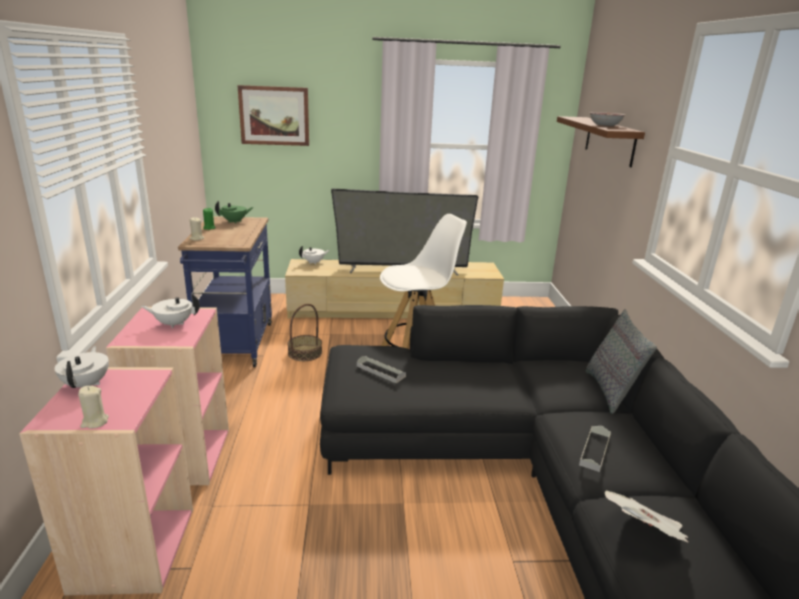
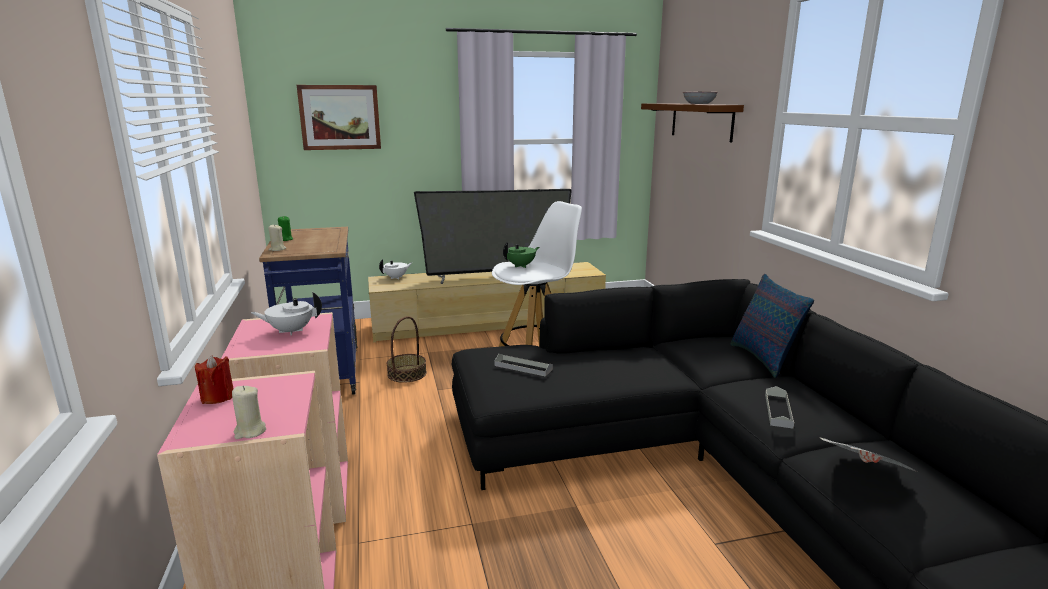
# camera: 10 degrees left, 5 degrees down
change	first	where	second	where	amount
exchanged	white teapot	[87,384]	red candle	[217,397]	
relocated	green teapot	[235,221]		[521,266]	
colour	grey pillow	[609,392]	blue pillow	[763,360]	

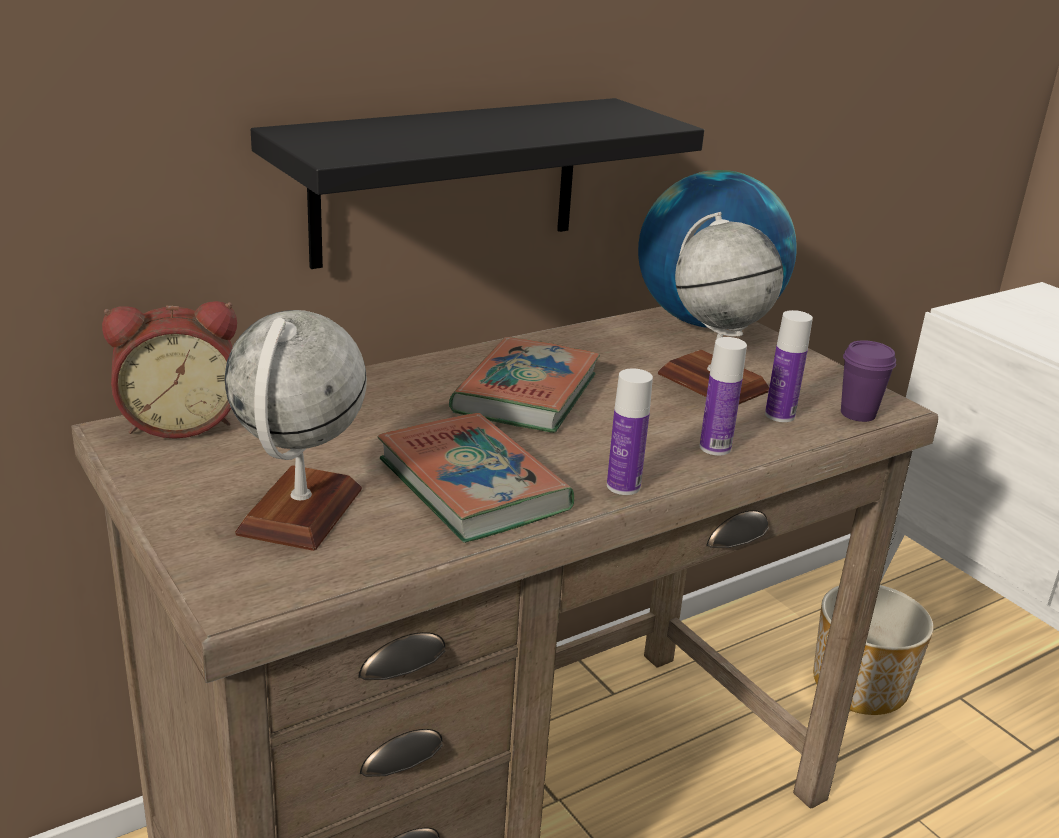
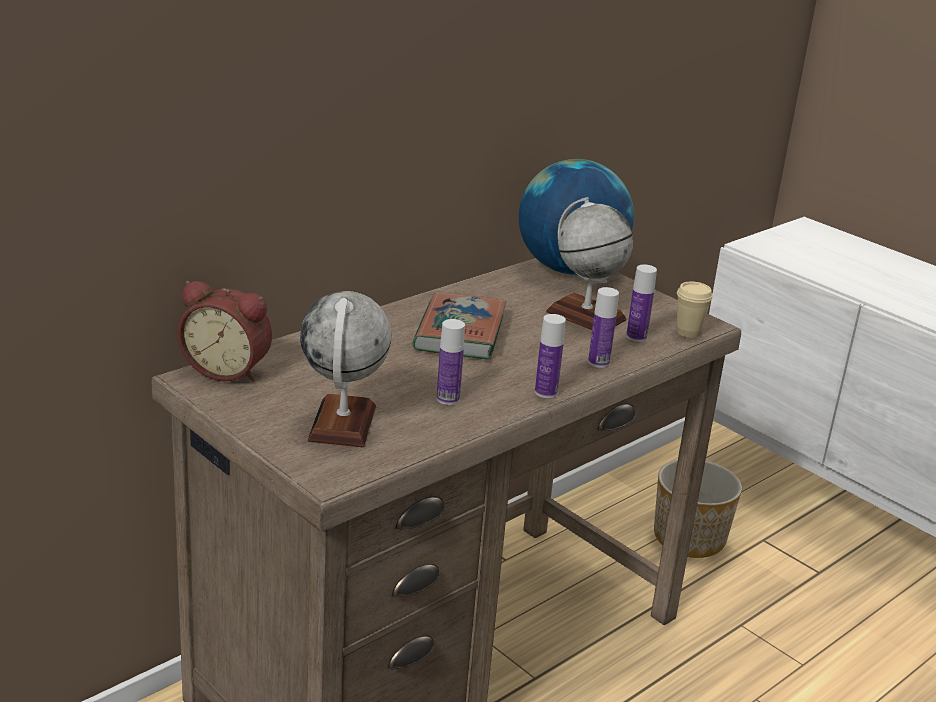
# camera: 10 degrees left, 0 degrees up
change	first	where	second	where	amount
spun	alarm clock	[179,422]		[228,369]	45 degrees clockwise
exchanged	book	[473,486]	bottle	[448,399]	
colour	purple cup	[857,414]	beige cup	[688,332]	
missing	black shelf	[447,181]			

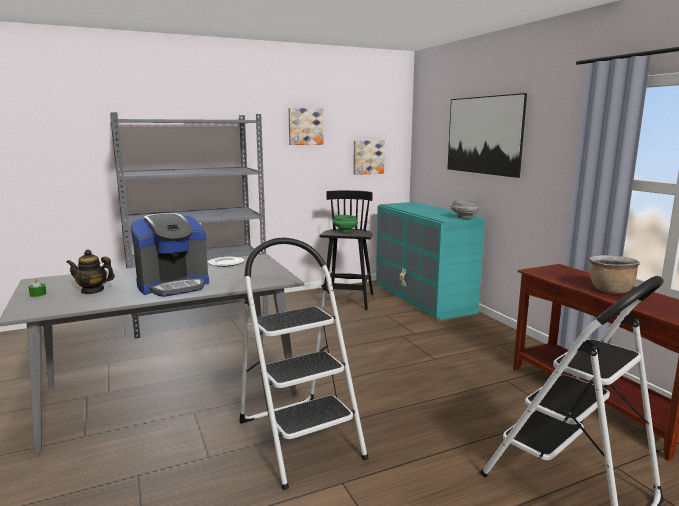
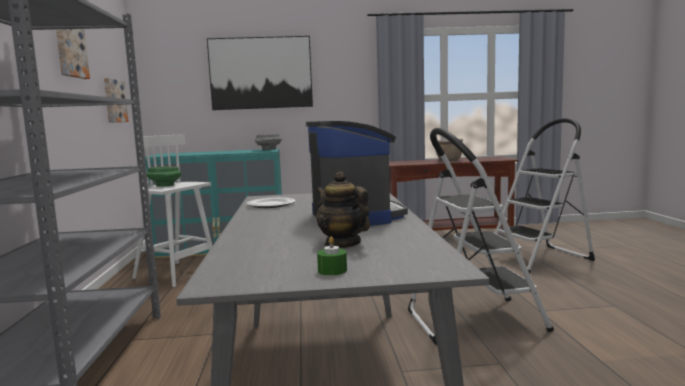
# camera: 70 degrees left, 5 degrees down
change	first	where	second	where	amount
colour	black stool	[348,301]	white stool	[178,274]	
spun	teapot	[92,290]		[342,244]	120 degrees clockwise

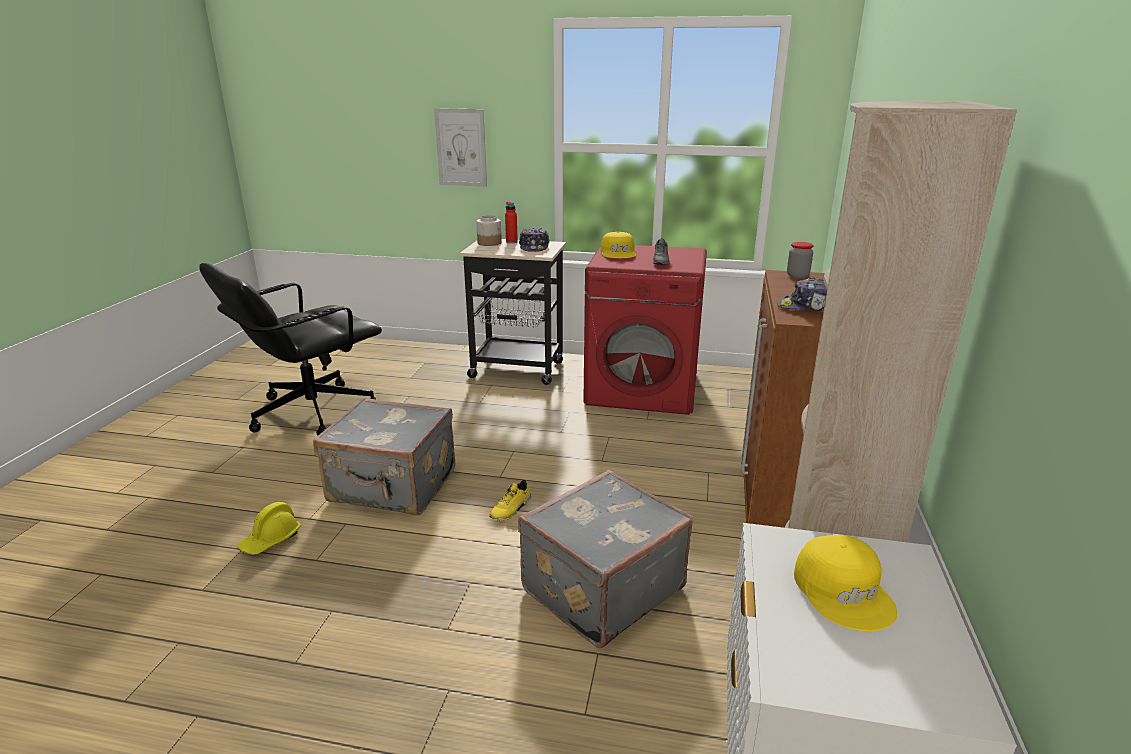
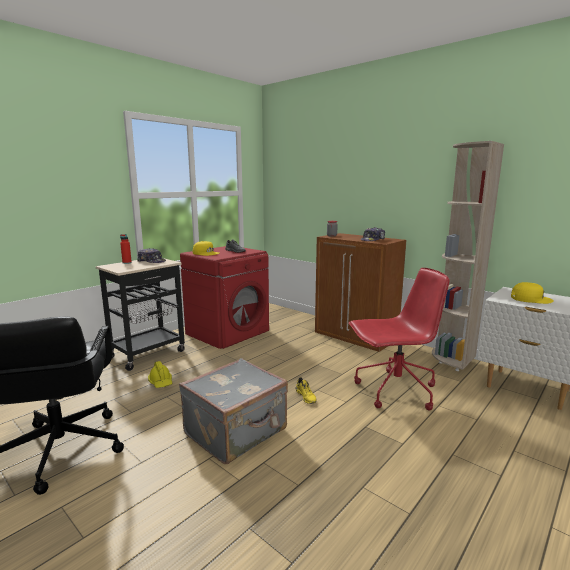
# camera: 60 degrees left, 10 degrees down
change	first	where	second	where	amount
relocated	yellow hard hat	[271,540]		[161,382]	
exchanged	grey suitcase	[600,588]	red office chair	[392,391]	
missing	picture	[461,148]			
missing	jar	[489,243]			

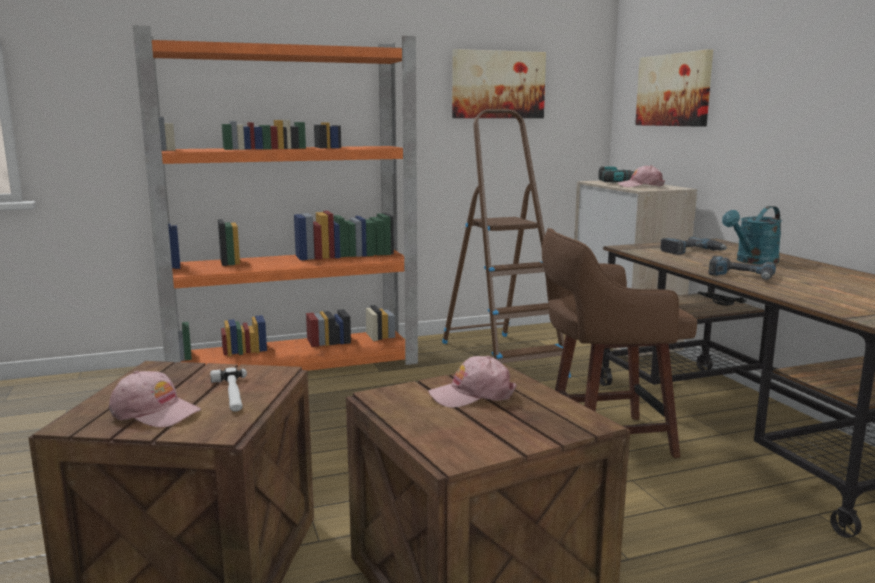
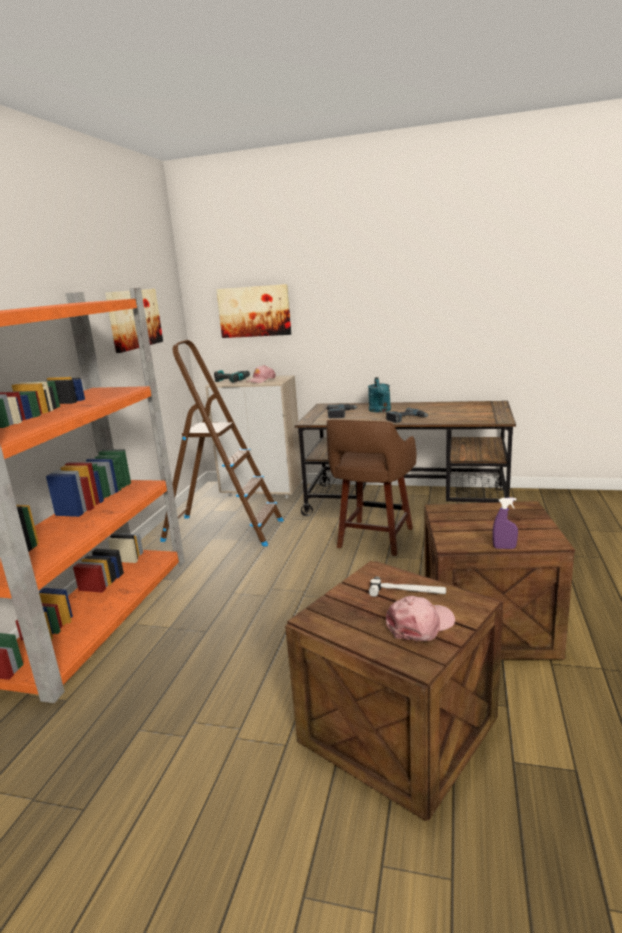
# camera: 55 degrees left, 5 degrees up
change	first	where	second	where	amount
appeared			purple spray bottle	[504,548]	
missing	pink cap	[472,395]			

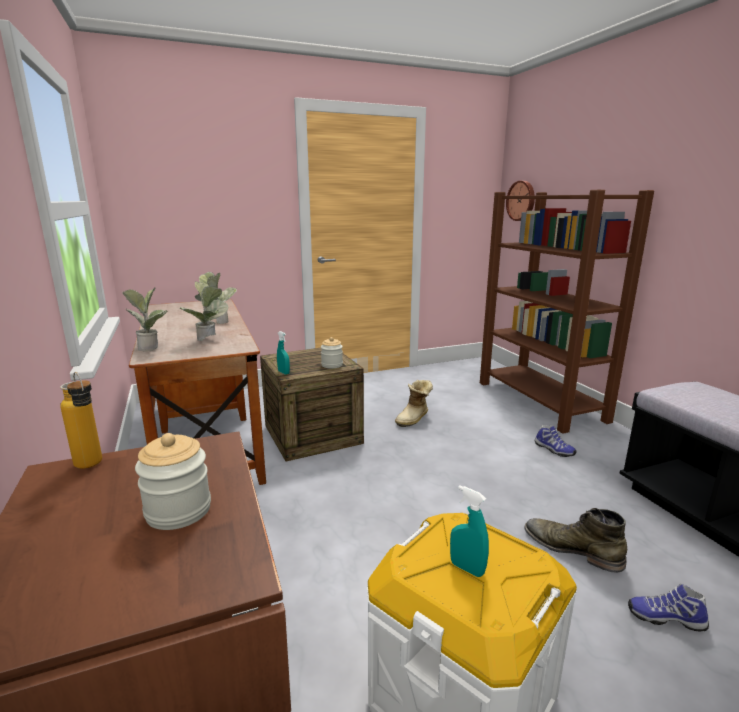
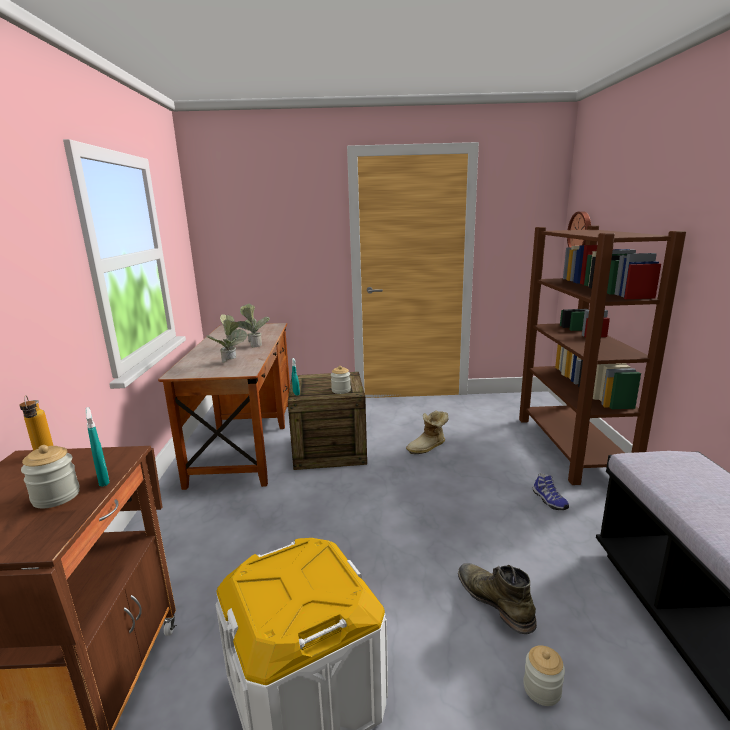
# camera: 20 degrees right, 0 degrees up
change	first	where	second	where	amount
relocated	turquoise spray bottle	[467,568]		[103,480]	
exchanged	shoe	[665,617]	jar	[542,689]	
missing	potted plant	[152,347]			

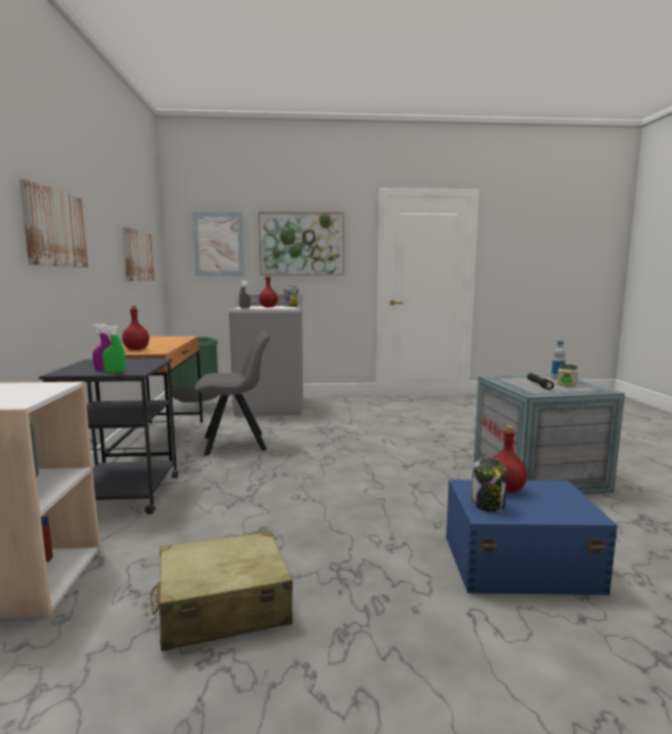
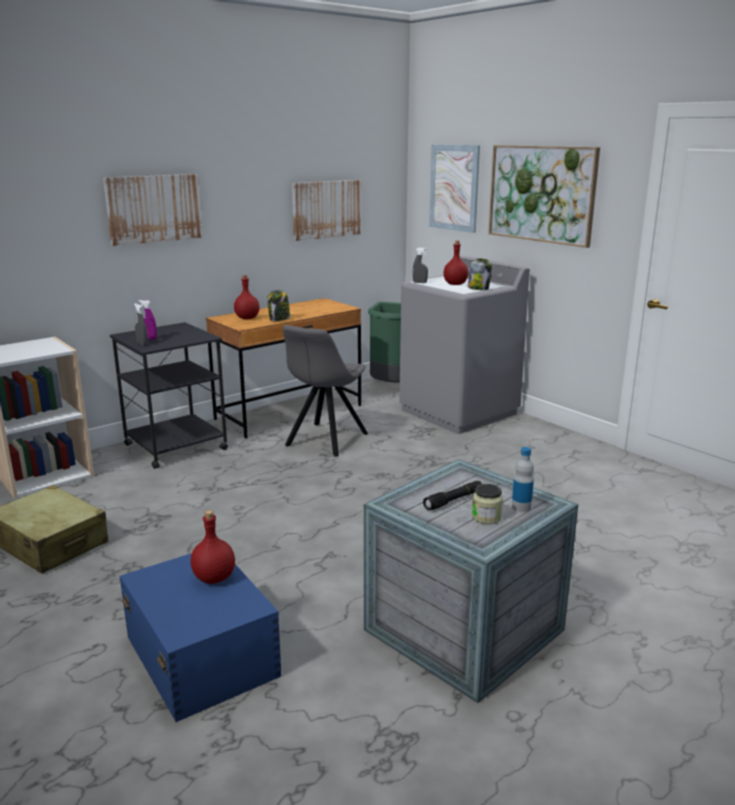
# camera: 55 degrees right, 10 degrees up
change	first	where	second	where	amount
colour	green spray bottle	[115,372]	grey spray bottle	[142,343]	
relocated	jar	[488,504]		[279,319]	
spun	grey chair	[235,444]		[326,439]	75 degrees clockwise

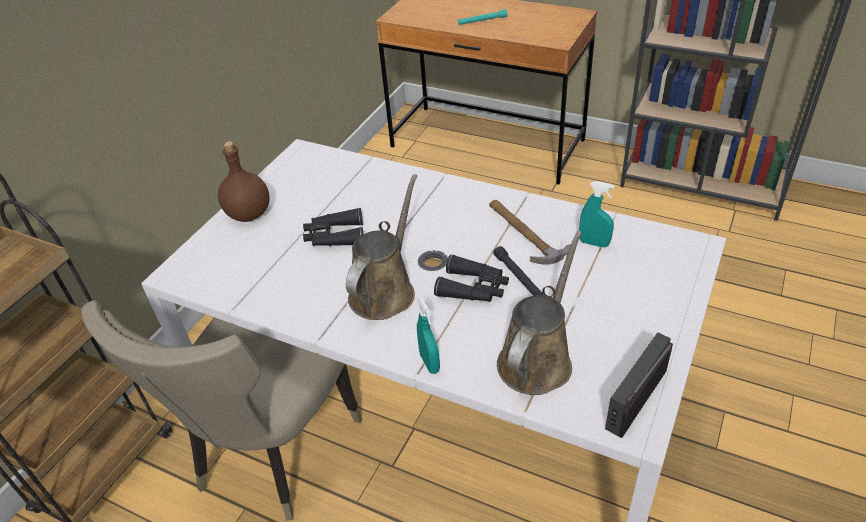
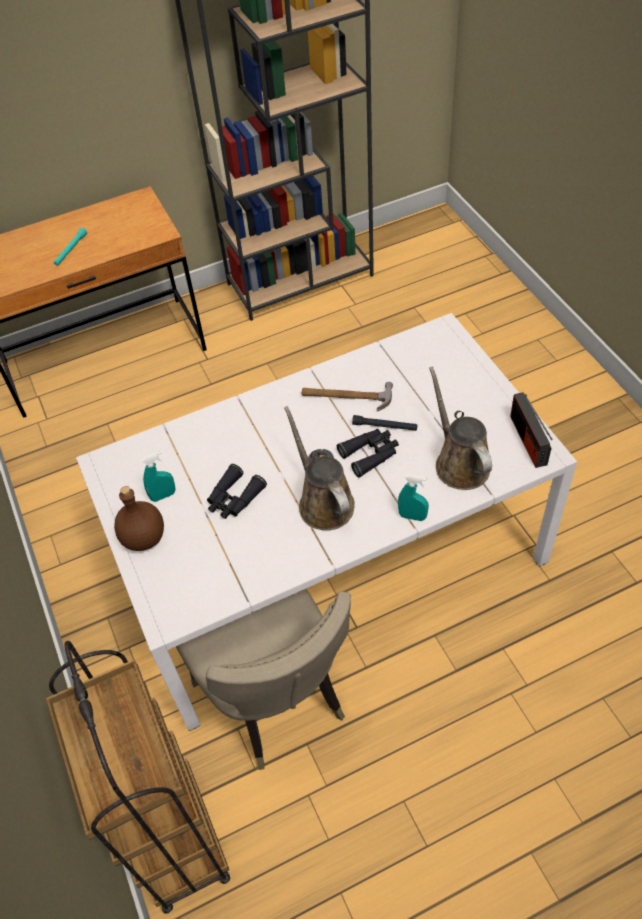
# camera: 50 degrees left, 10 degrees up
change	first	where	second	where	amount
relocated	turquoise spray bottle	[594,243]		[163,496]	

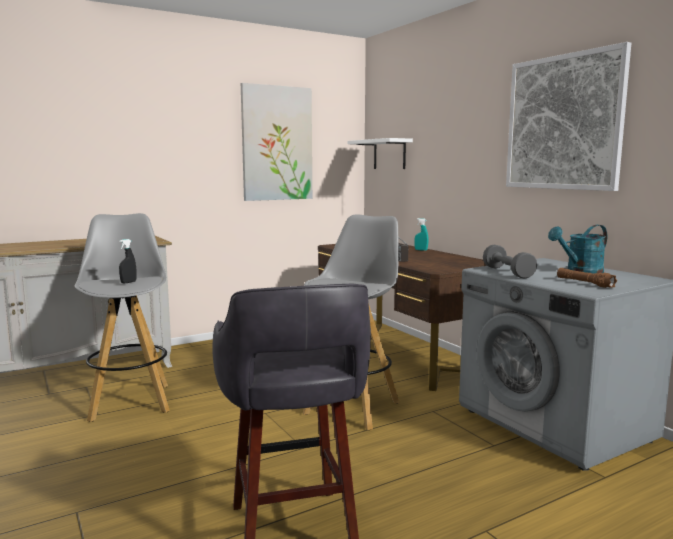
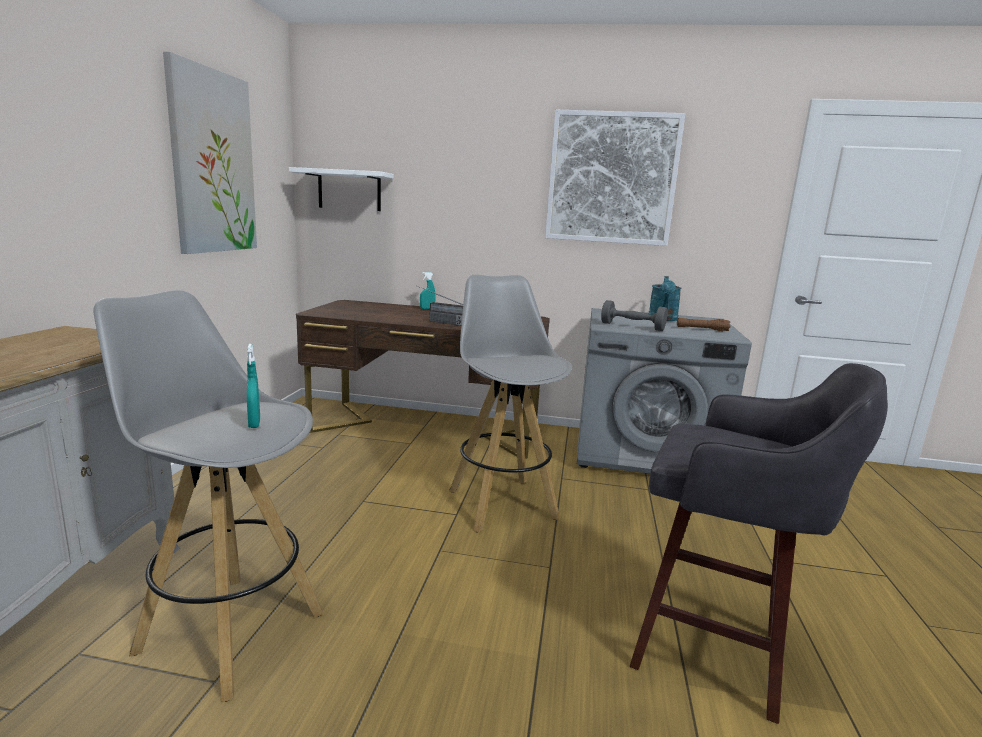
# camera: 50 degrees left, 5 degrees up
change	first	where	second	where	amount
colour	black spray bottle	[128,282]	turquoise spray bottle	[254,424]	

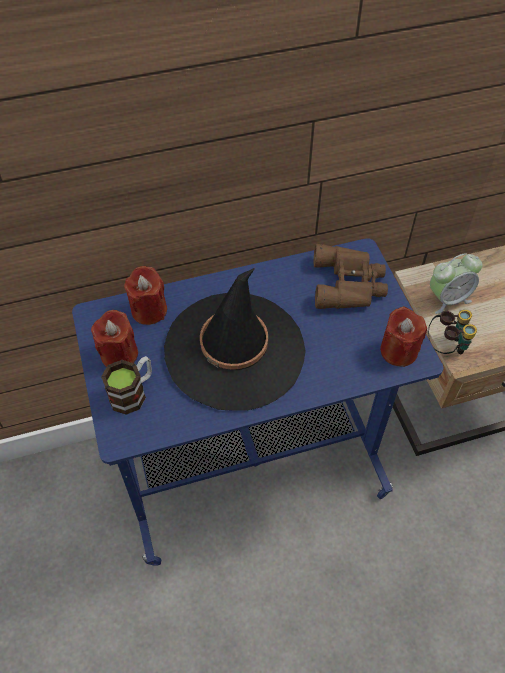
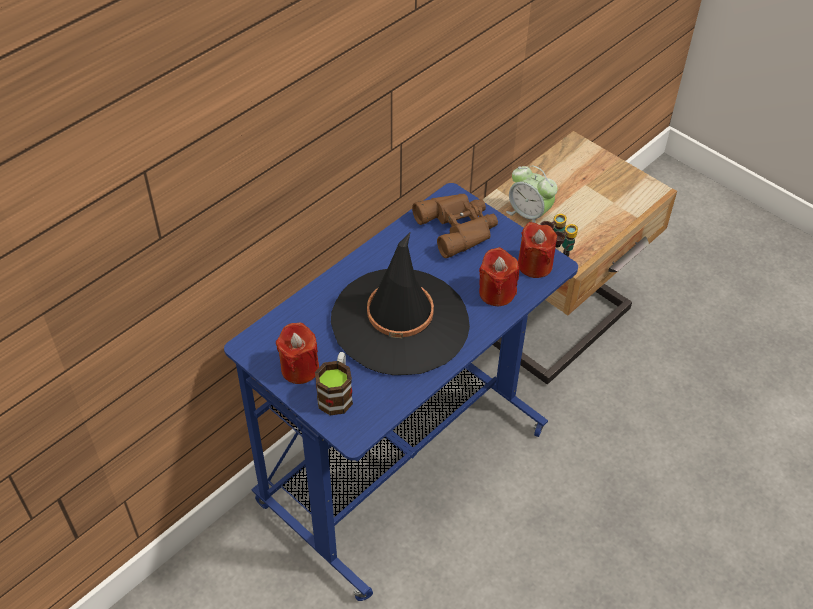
# camera: 30 degrees left, 5 degrees down
change	first	where	second	where	amount
relocated	red candle	[149,310]		[496,292]	
spun	alarm clock	[448,299]		[529,215]	90 degrees clockwise

